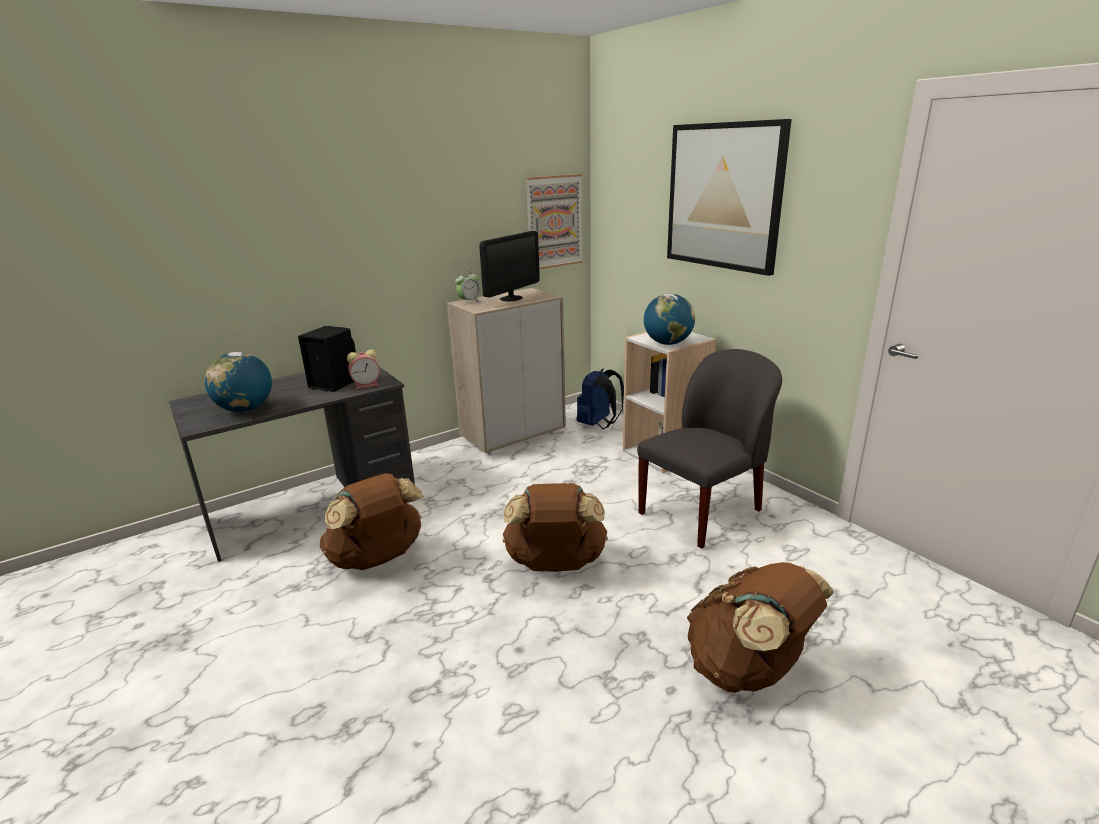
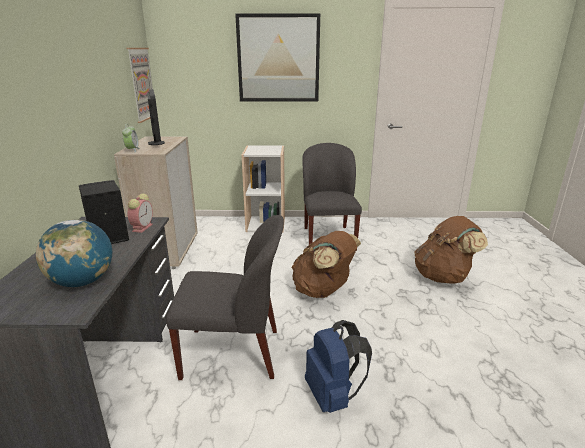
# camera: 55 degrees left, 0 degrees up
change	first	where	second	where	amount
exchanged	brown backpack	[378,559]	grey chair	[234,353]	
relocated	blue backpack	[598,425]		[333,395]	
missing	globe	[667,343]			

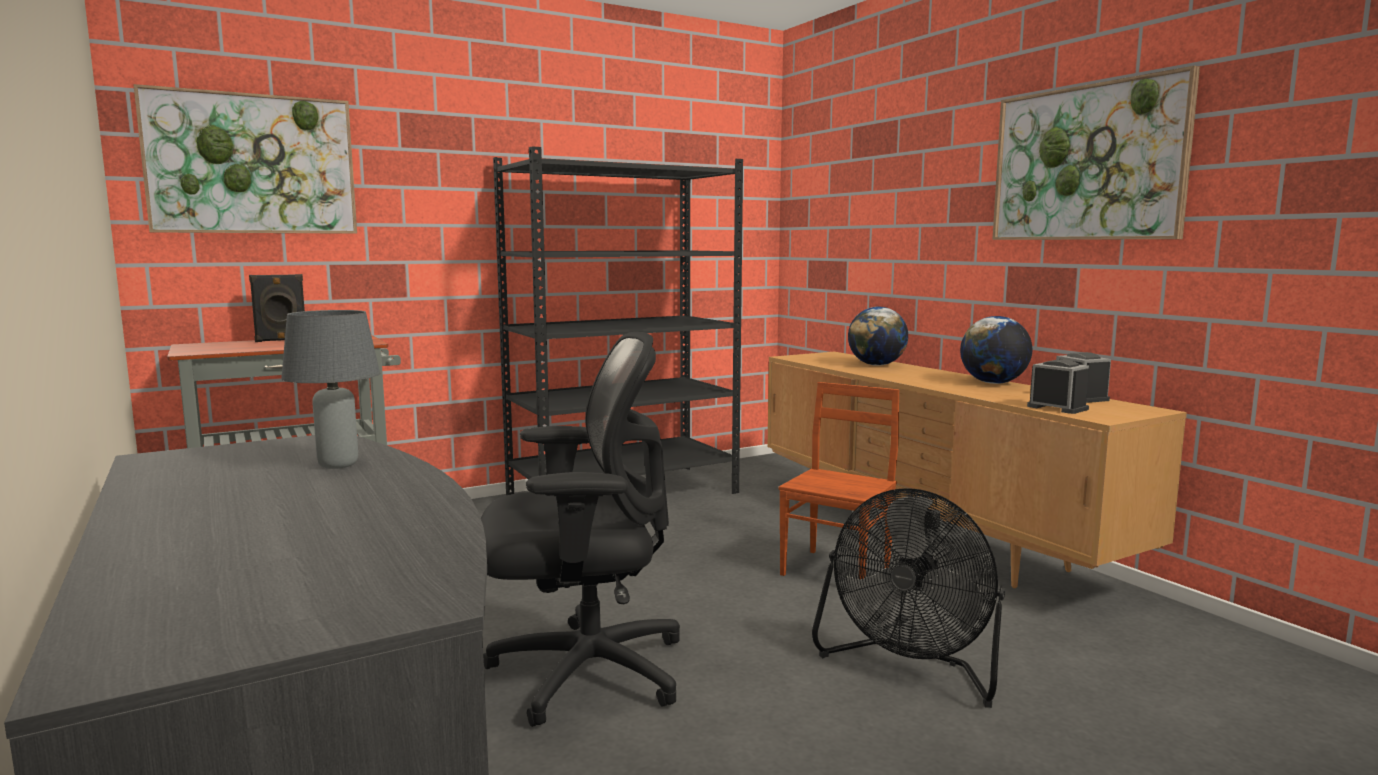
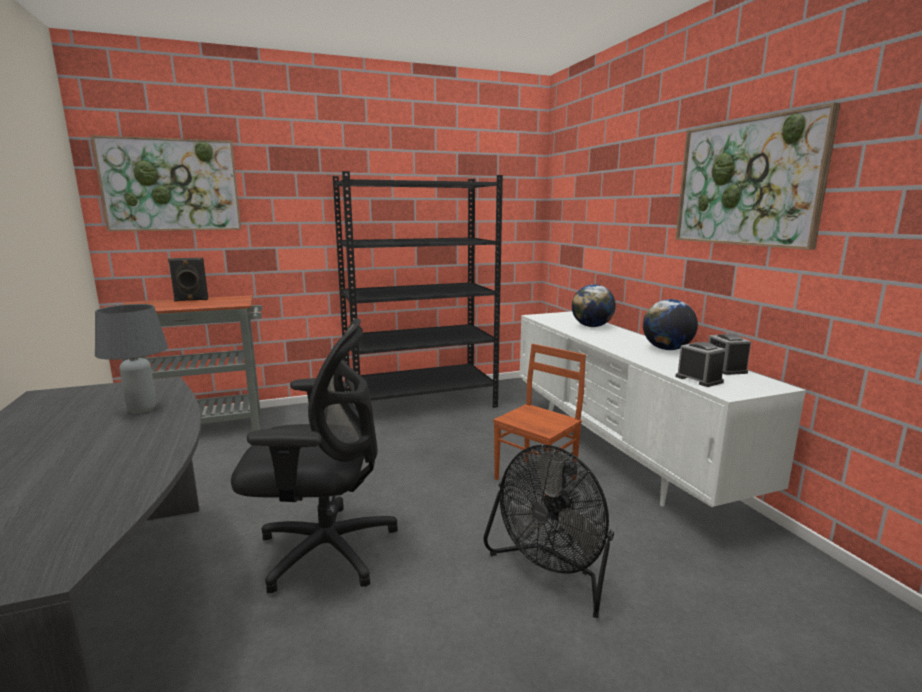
# camera: 10 degrees right, 5 degrees up
change	first	where	second	where	amount
colour	brown cabinet	[931,534]	white cabinet	[619,452]	

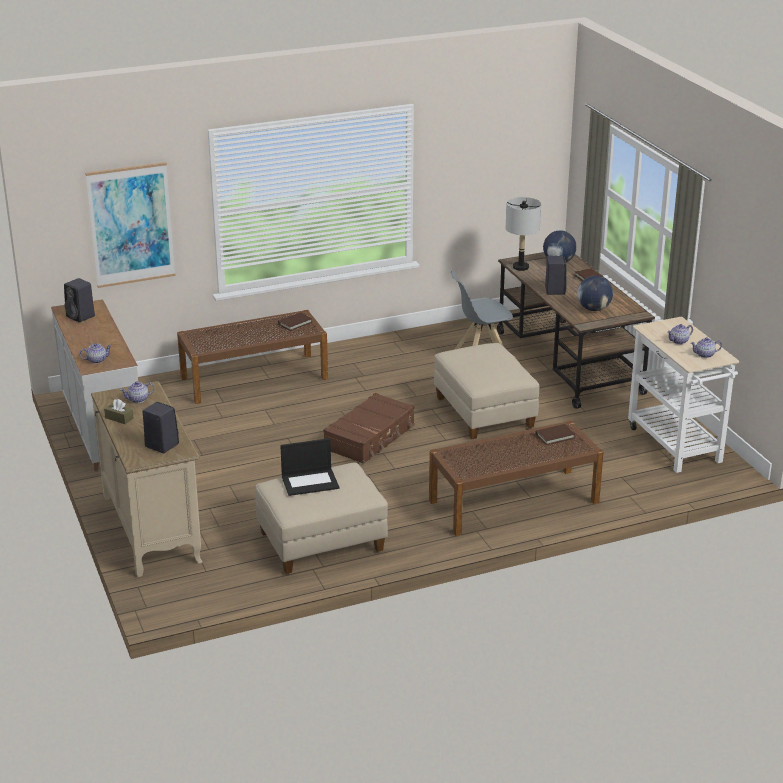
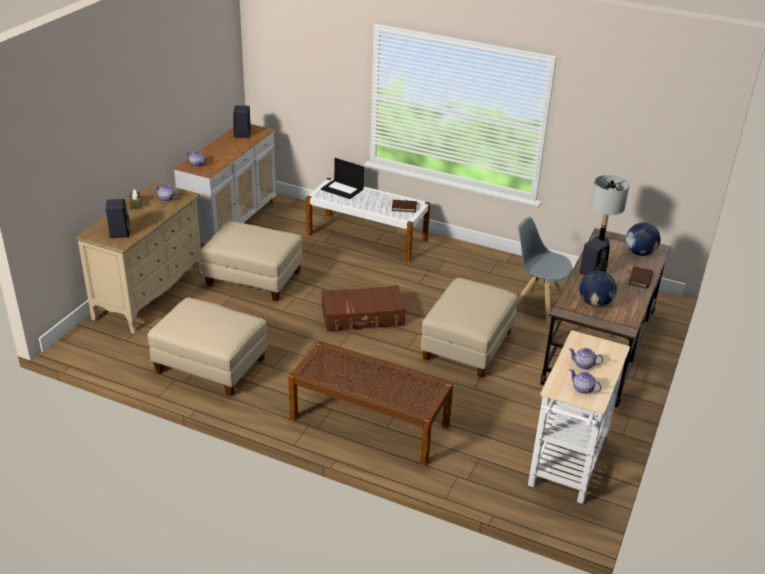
# camera: 45 degrees right, 5 degrees up
change	first	where	second	where	amount
appeared			beige ottoman	[253,279]	
colour	brown bench	[254,378]	white bench	[367,237]	
relocated	laptop	[310,482]		[343,189]	
missing	picture	[131,225]			
missing	brown book	[555,436]			

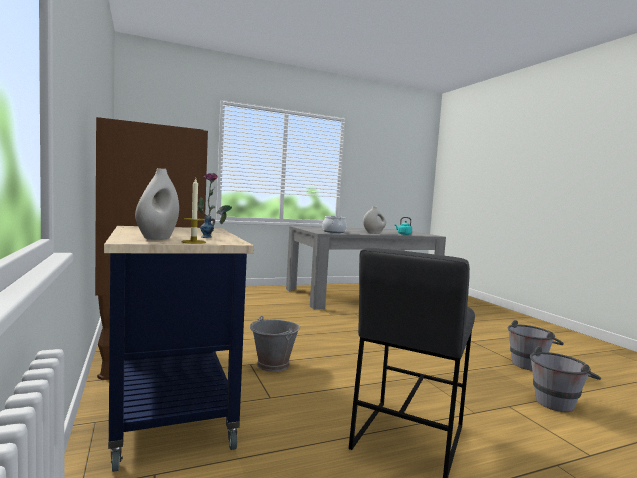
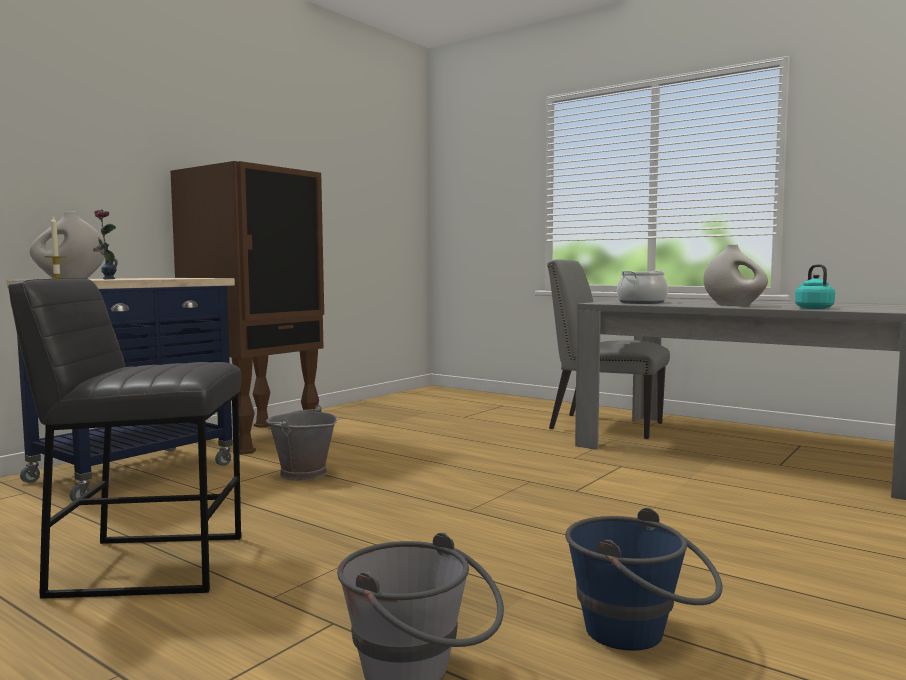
# camera: 60 degrees right, 0 degrees up
change	first	where	second	where	amount
appeared			grey chair	[607,426]	
colour	grey bucket	[530,364]	blue bucket	[641,635]	

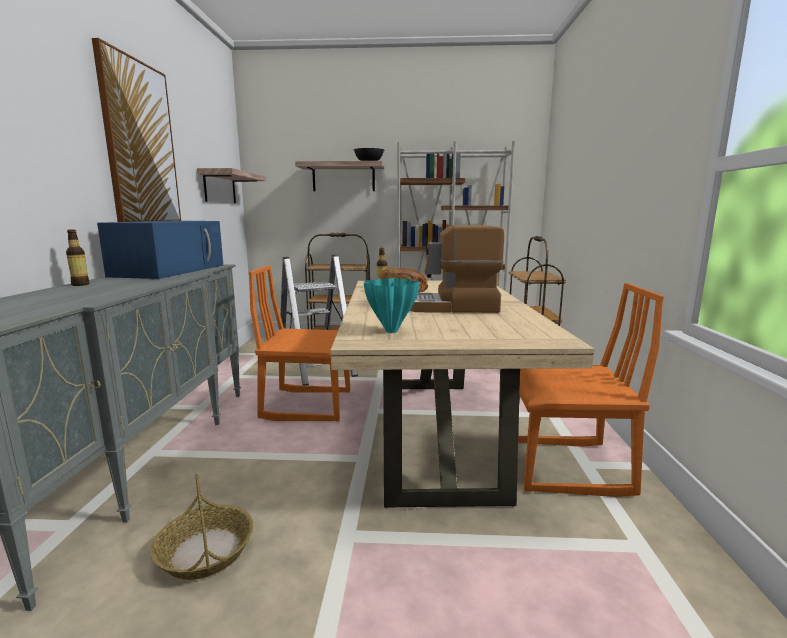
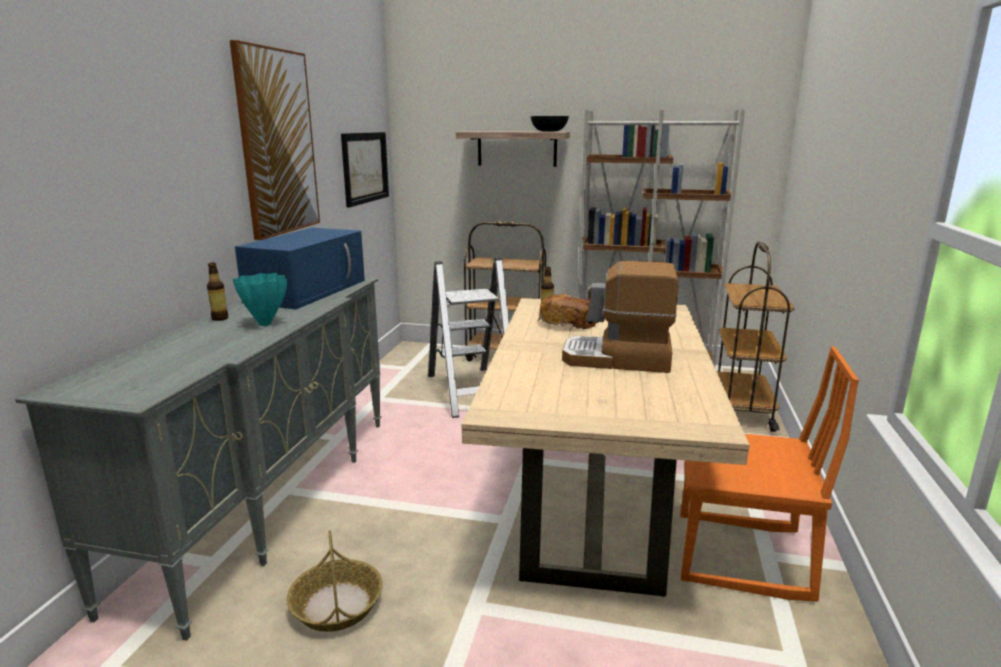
# camera: 10 degrees right, 5 degrees up
change	first	where	second	where	amount
relocated	turquoise vase	[391,331]		[265,324]	
exchanged	shelf	[220,187]	picture	[365,167]	
missing	orange chair	[307,404]			

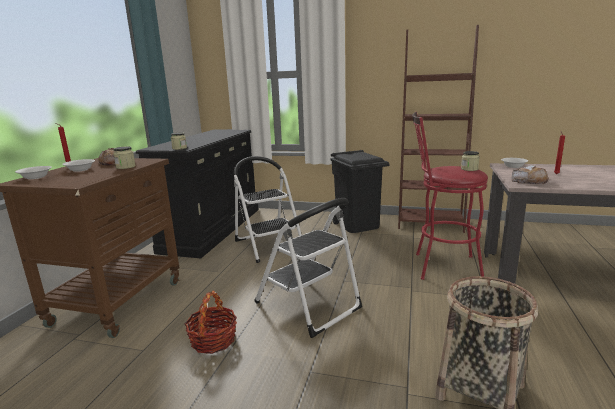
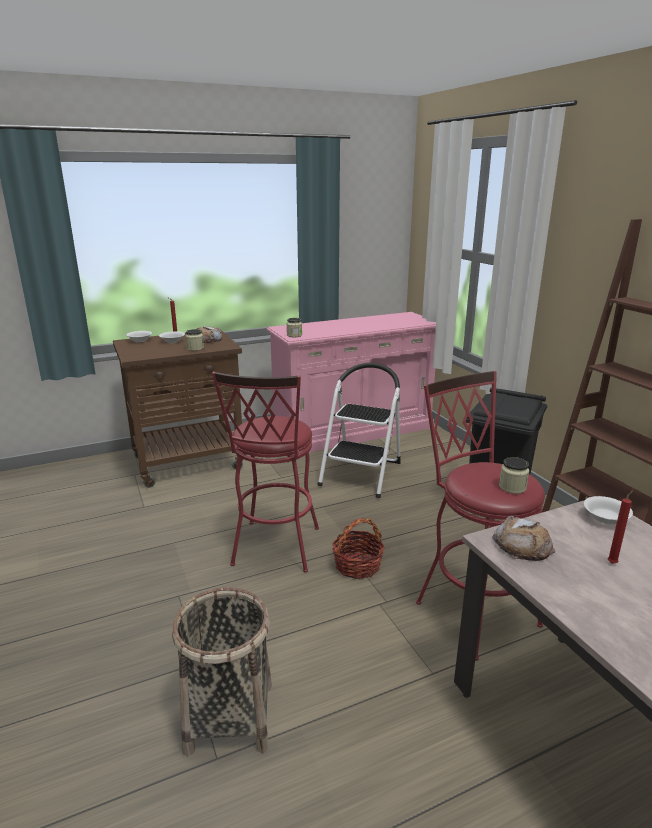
# camera: 50 degrees right, 5 degrees up
change	first	where	second	where	amount
exchanged	step ladder	[309,306]	red stool	[274,551]	
colour	black cabinet	[213,228]	pink cabinet	[354,430]	
relocated	basket	[213,340]		[357,565]	

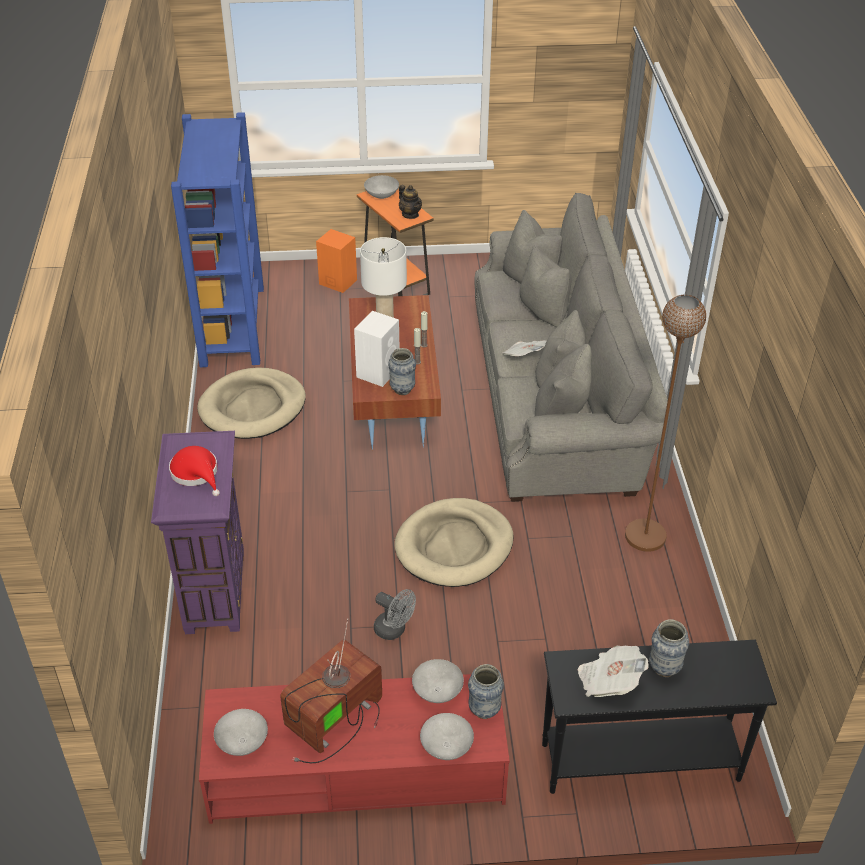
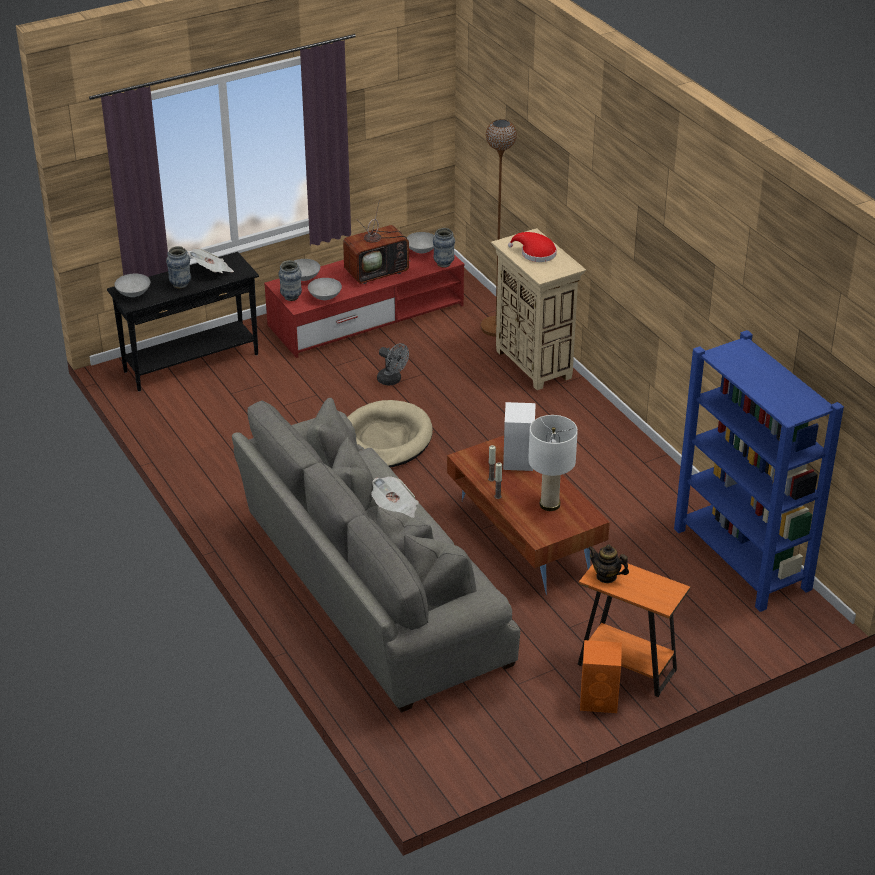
# camera: 155 degrees right, 5 degrees down
change	first	where	second	where	amount
relocated	grey bowl	[382,195]		[133,294]	
spun	television	[334,720]		[377,271]	45 degrees clockwise
spun	grey fan	[394,630]		[392,380]	150 degrees counterclockwise
relocated	vase	[402,390]		[443,264]	
relocated	brown floor lamp	[645,536]		[496,327]	
colour	purple cabinet	[214,592]	beige cabinet	[535,365]	
relocated	orange speaker	[337,282]		[600,700]	
missing	beige dog bed	[253,407]			

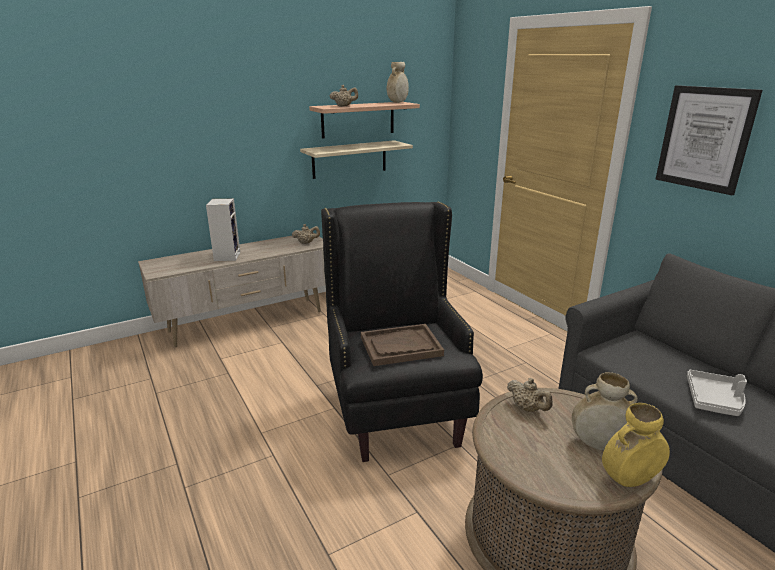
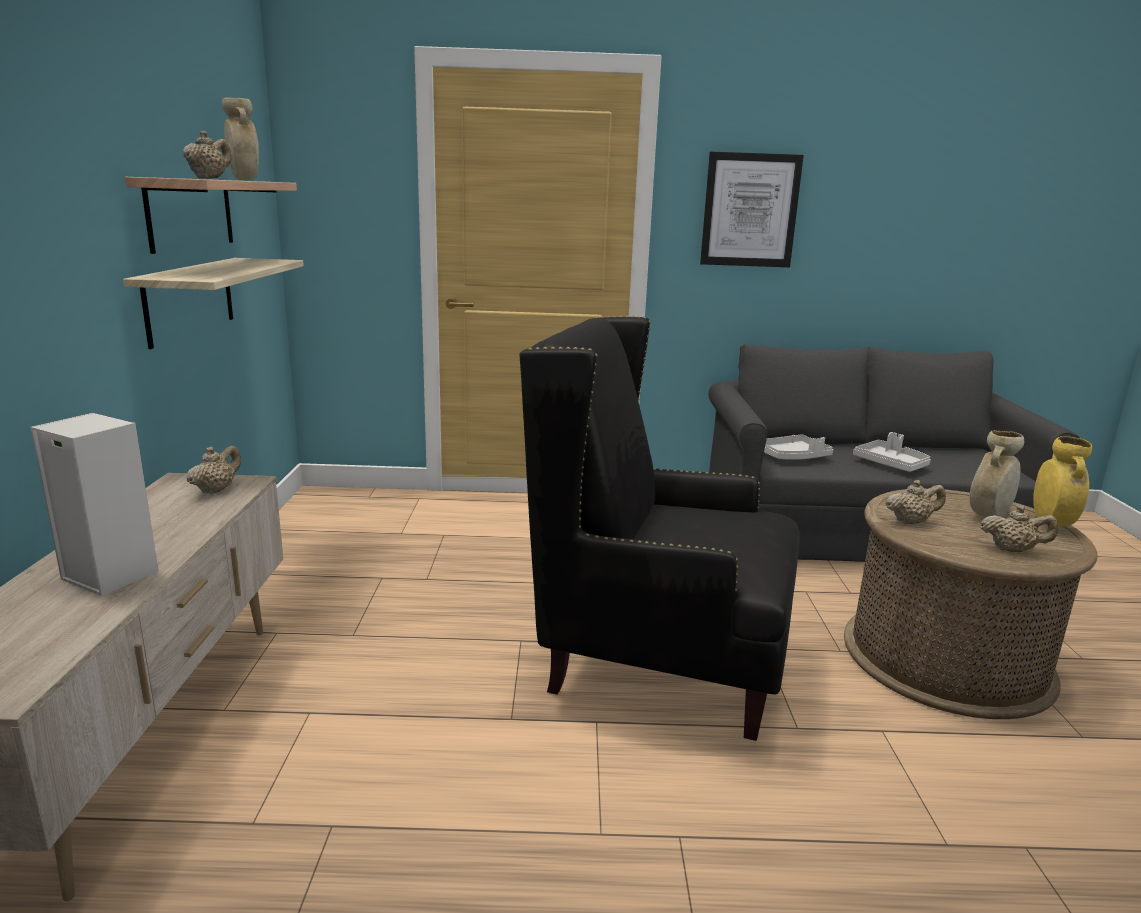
# camera: 60 degrees left, 5 degrees down
change	first	where	second	where	amount
appeared			grey tray	[792,457]	
appeared			beige teapot	[1013,550]	
missing	brown tray	[400,346]			

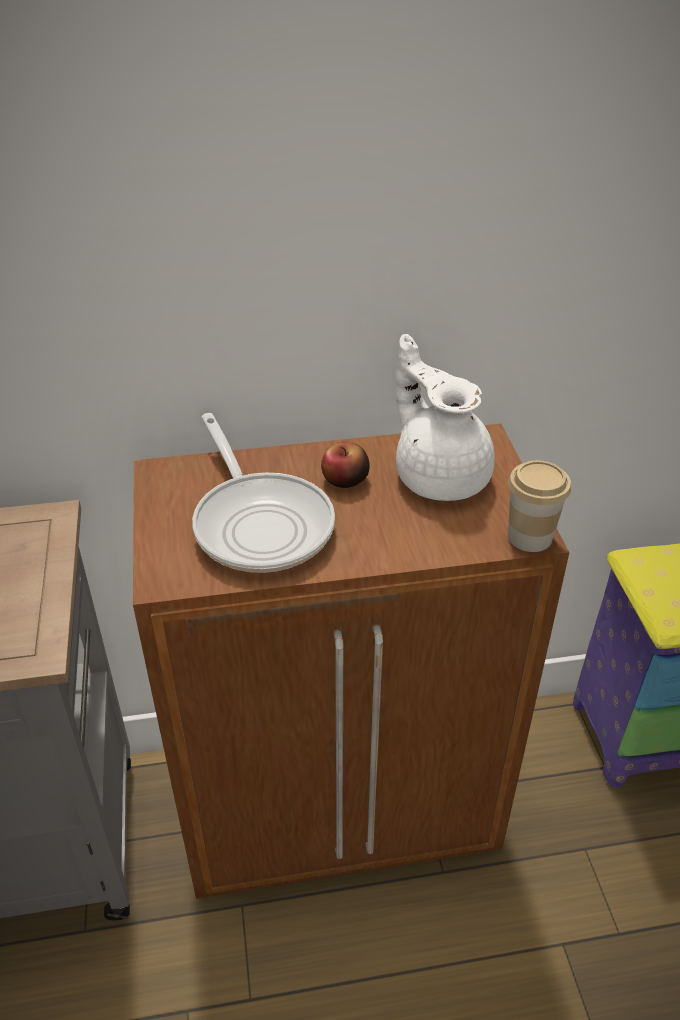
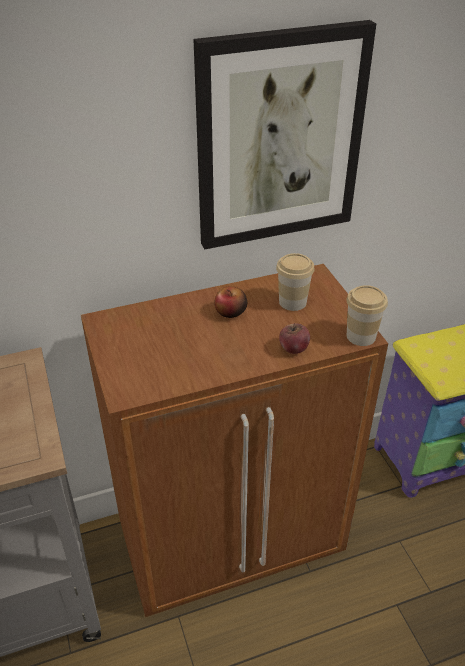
# camera: 10 degrees left, 0 degrees up
change	first	where	second	where	amount
appeared			picture	[279,139]	
exchanged	white teapot	[439,475]	cup	[292,302]	
appeared			apple	[293,348]	
missing	frying pan	[260,523]			

